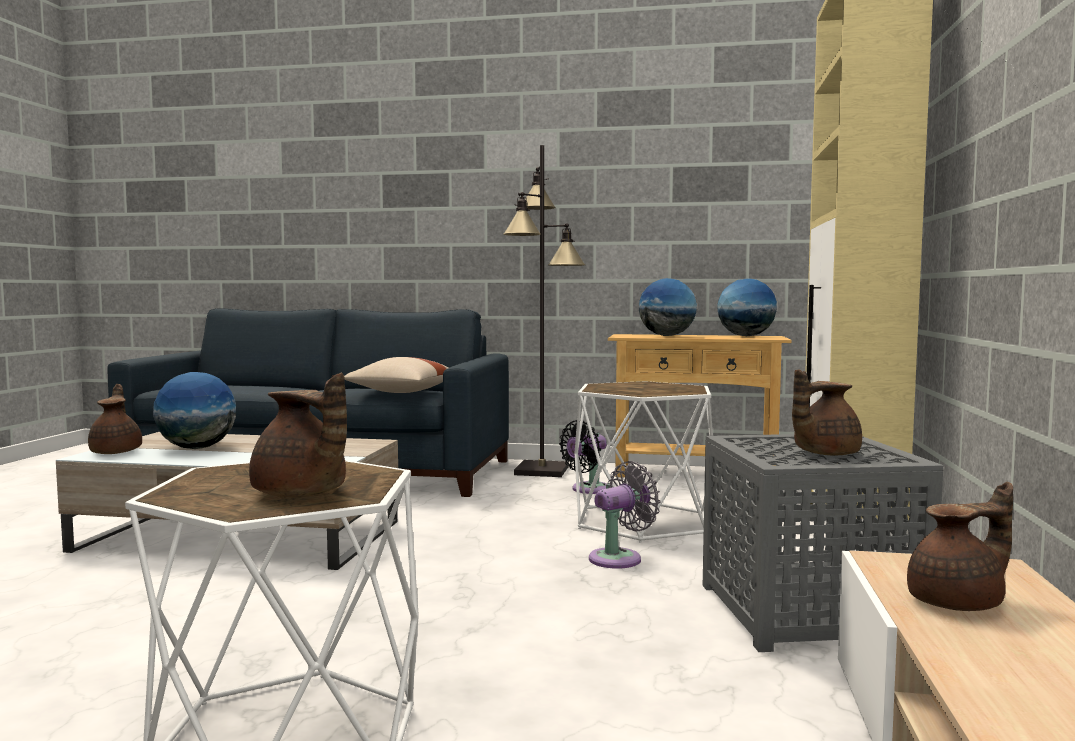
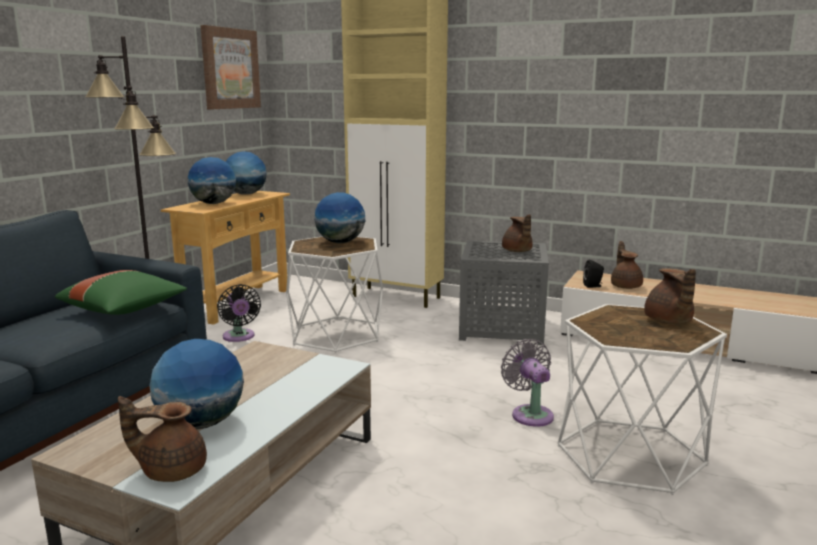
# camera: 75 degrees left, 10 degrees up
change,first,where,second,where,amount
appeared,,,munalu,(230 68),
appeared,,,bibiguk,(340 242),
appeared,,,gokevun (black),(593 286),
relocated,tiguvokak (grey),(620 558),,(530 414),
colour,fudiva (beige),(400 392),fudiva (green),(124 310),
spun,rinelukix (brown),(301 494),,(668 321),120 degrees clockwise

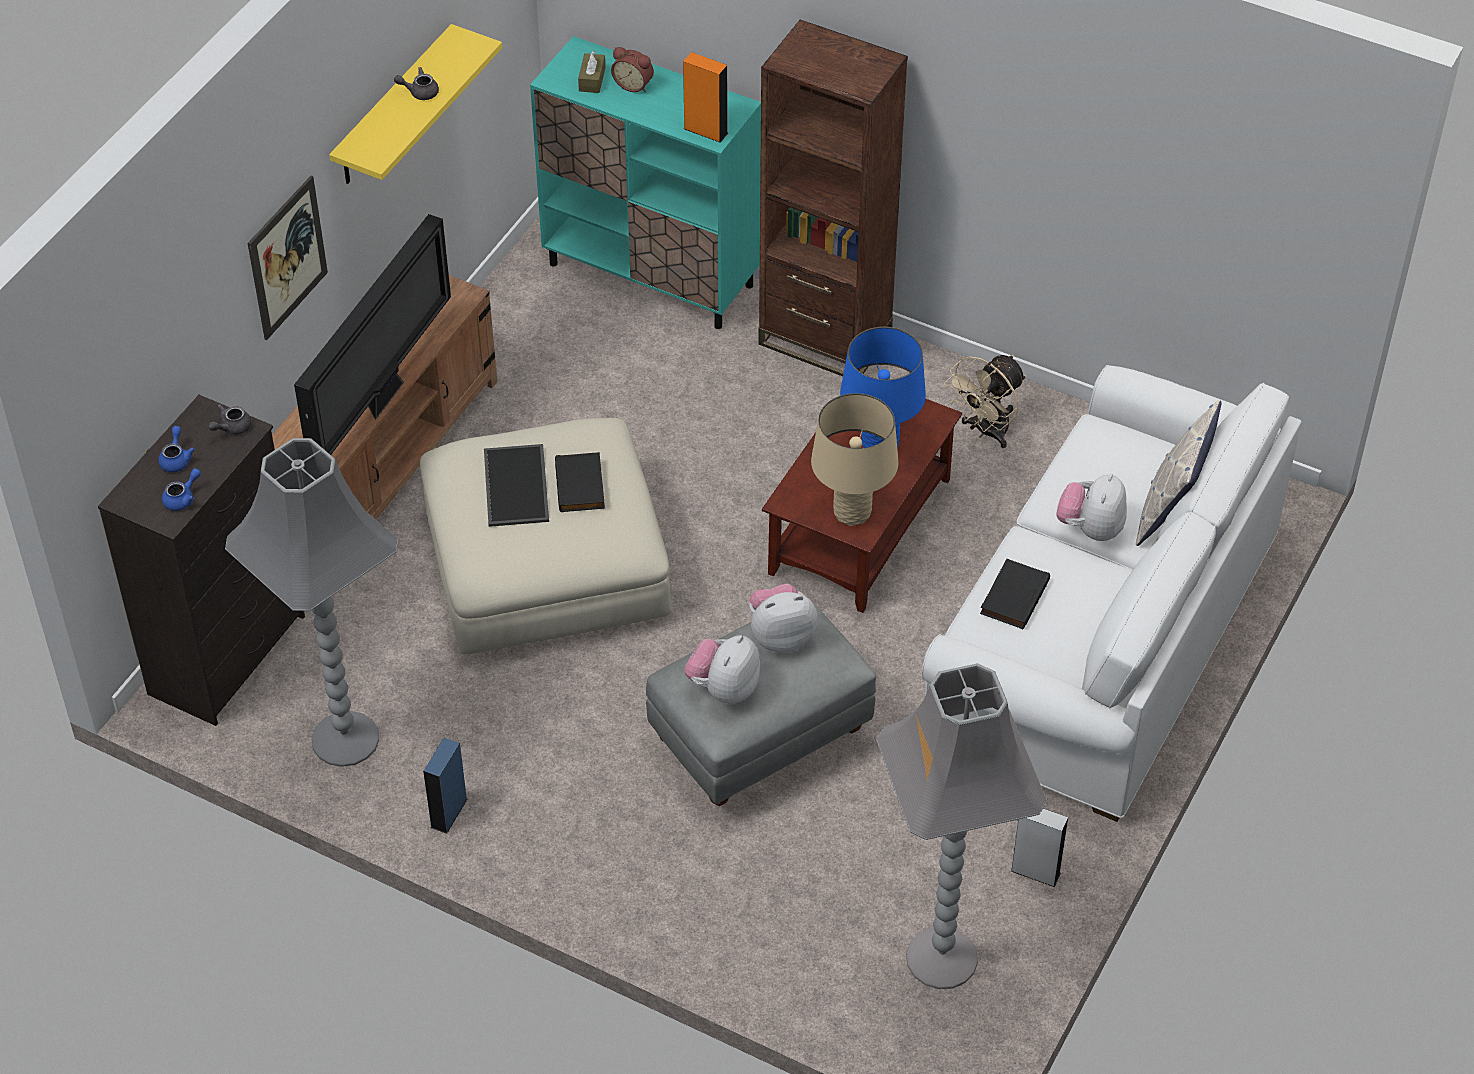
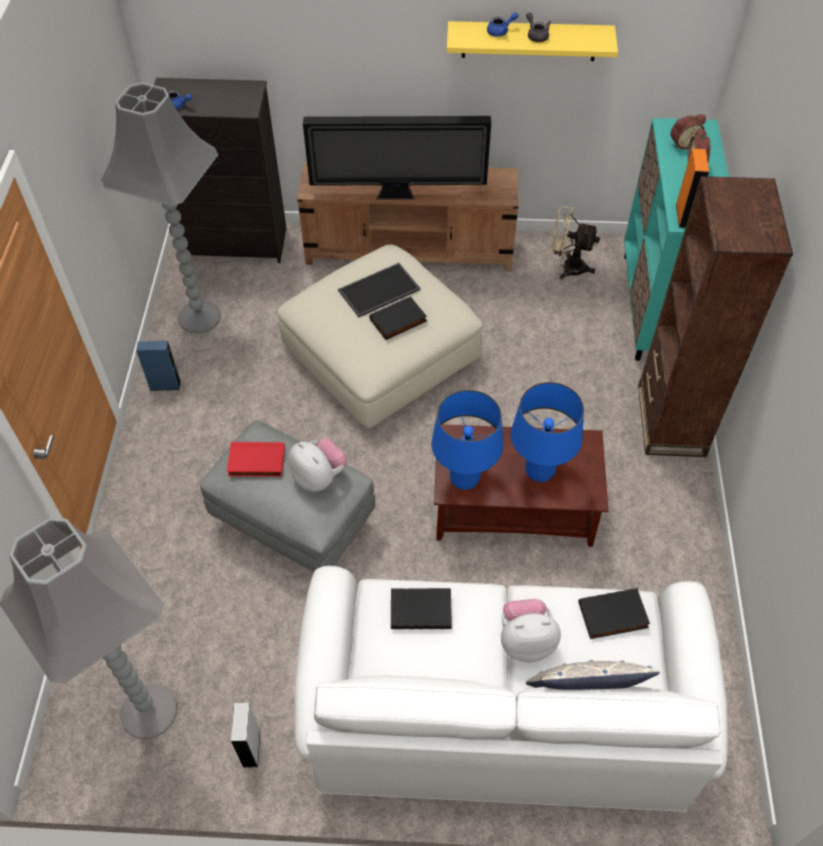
# camera: 65 degrees right, 5 degrees up
change,first,where,second,where,amount
missing,rinelukix (grey),(232 427),,,
missing,munalu,(287 257),,,
appeared,,,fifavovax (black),(613 616),
relocated,rinelukix (blue),(176 459),,(501 31),
relocated,tiguvokak (beige),(986 432),,(567 267),
exchanged,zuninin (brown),(592 79),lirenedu,(683 143),
exchanged,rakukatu,(724 688),fifavovax (red),(256 462),
colour,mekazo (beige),(852 513),mekazo (blue),(464 478),

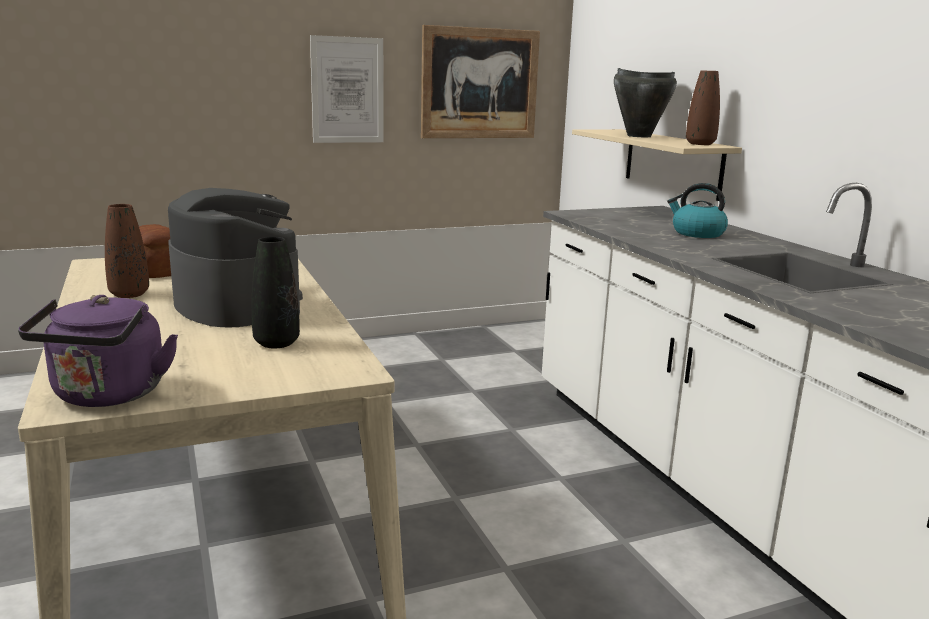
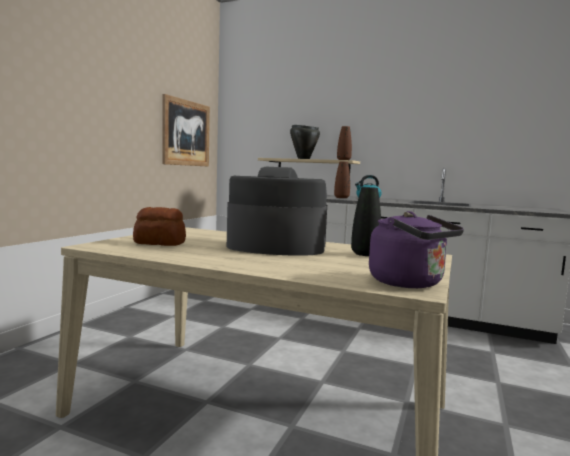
# camera: 45 degrees left, 10 degrees down
change,first,where,second,where,amount
missing,munalu,(347 90),,,
relocated,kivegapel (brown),(129 294),,(341 198),

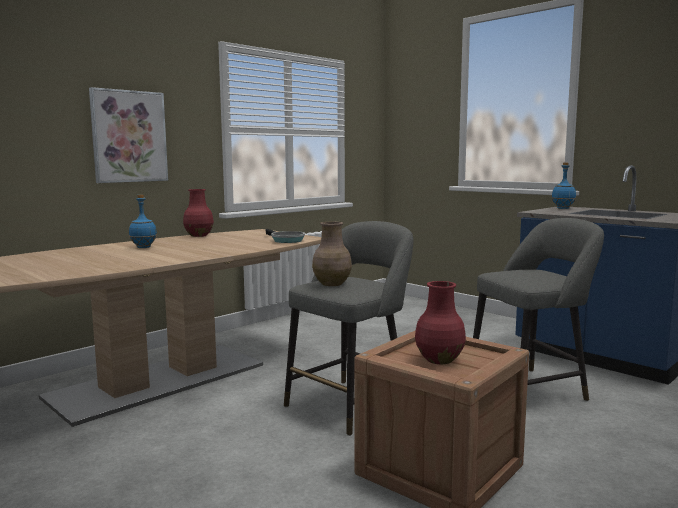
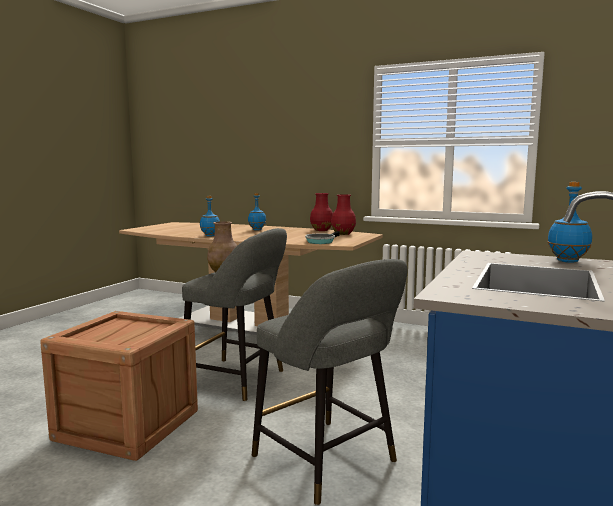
# camera: 70 degrees right, 0 degrees up
change,first,where,second,where,amount
missing,munalu,(129 136),,,
appeared,,,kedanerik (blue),(210 236),
relocated,kivegapel (red),(439 360),,(343 234),

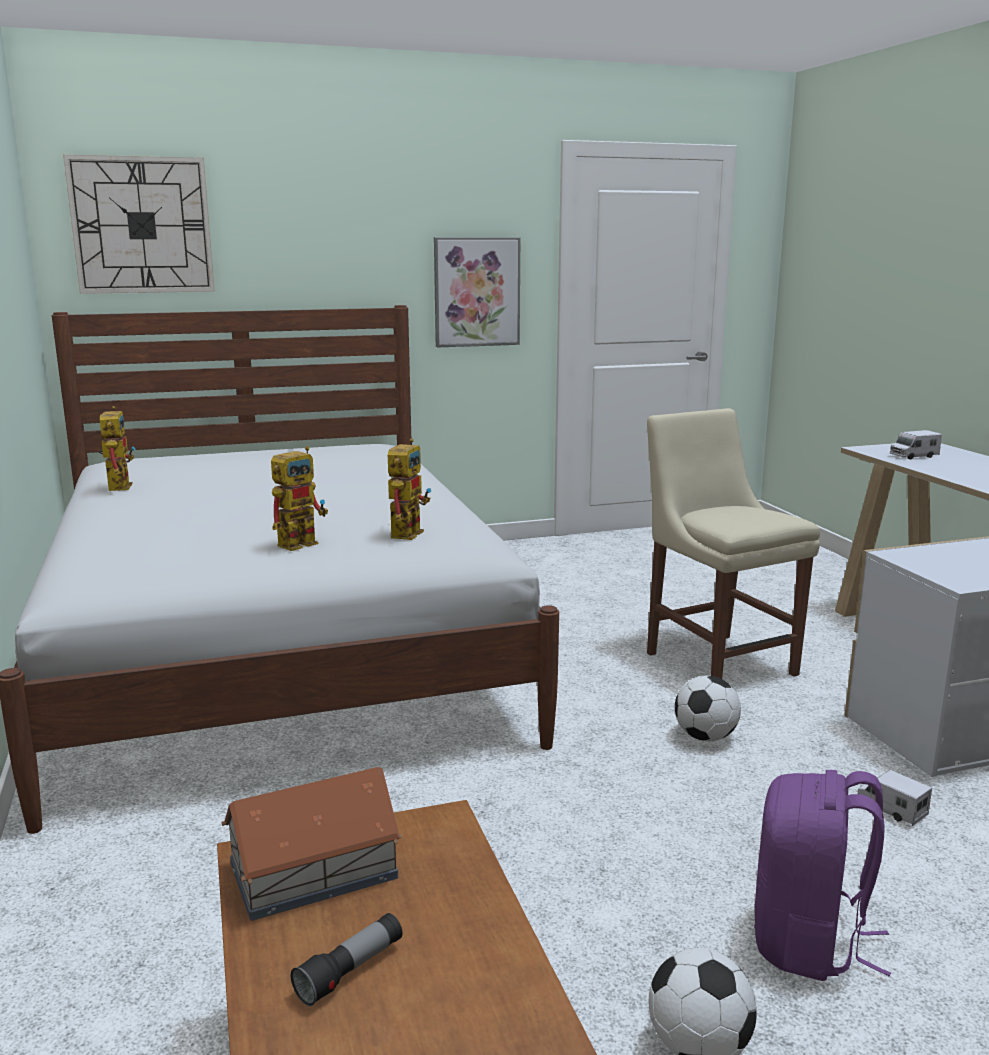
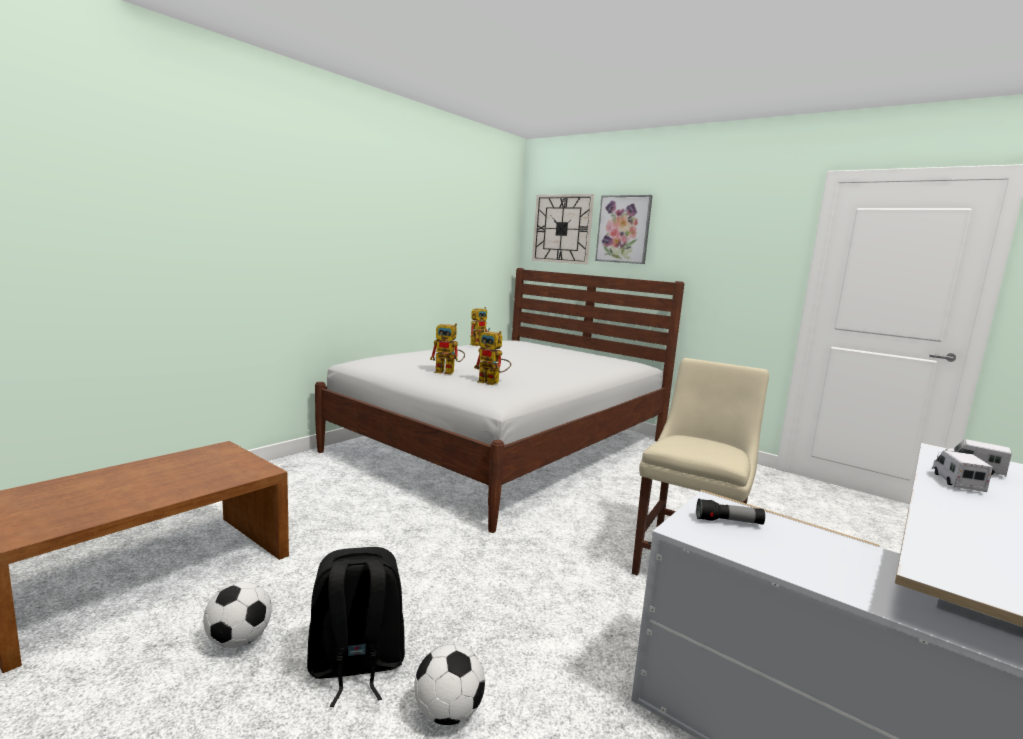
# camera: 55 degrees right, 5 degrees down
change,first,where,second,where,amount
missing,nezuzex,(315 870),,,
relocated,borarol,(350 971),,(728 522),
relocated,munalu,(476 292),,(623 229),
relocated,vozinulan,(705 737),,(448 713),
relocated,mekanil,(891 809),,(957 482),
colour,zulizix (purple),(809 942),zulizix (black),(355 667),
spun,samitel,(407 531),,(493 382),45 degrees clockwise

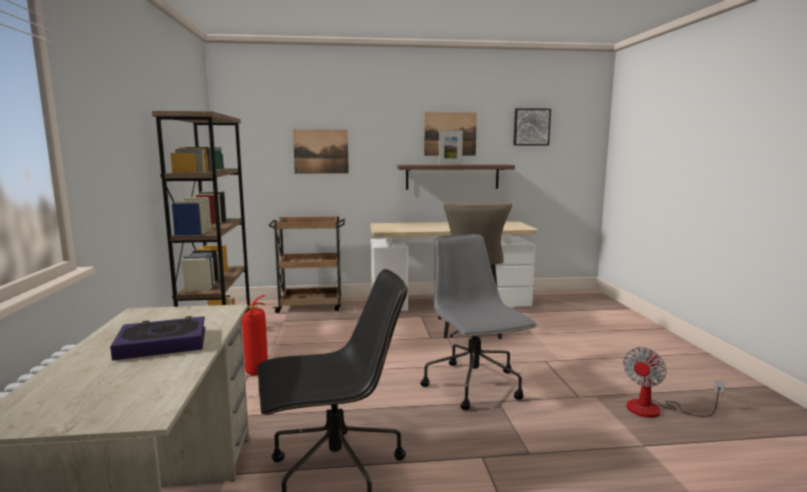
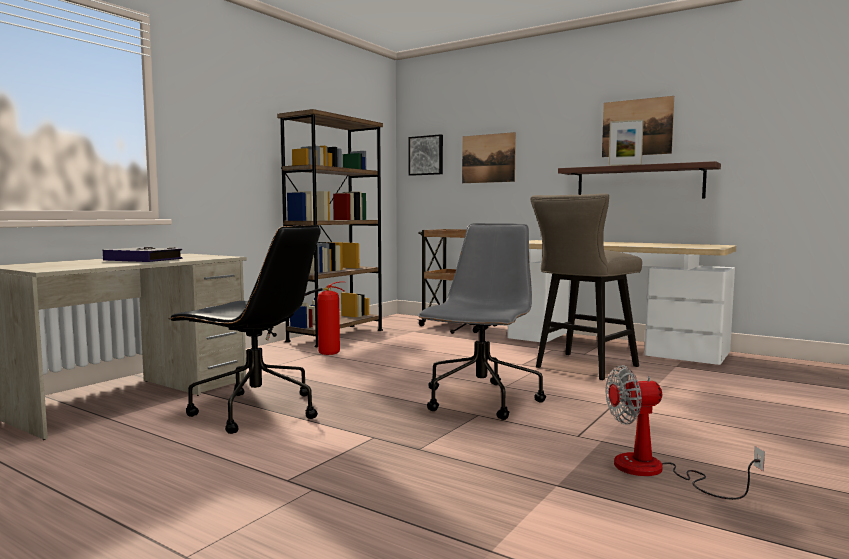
# camera: 40 degrees right, 5 degrees down
change,first,where,second,where,amount
relocated,munalu,(531 127),,(426 155),

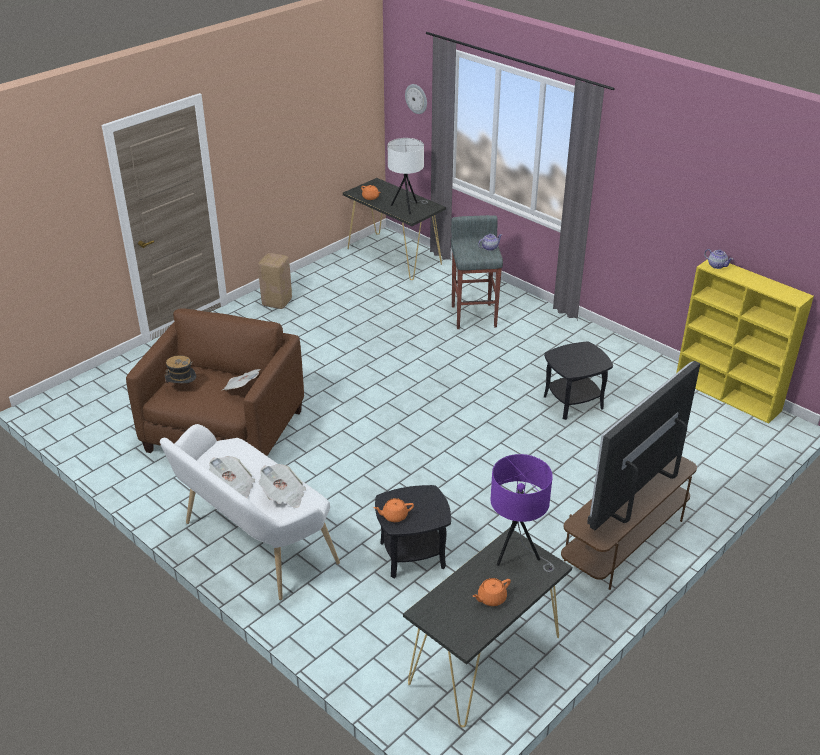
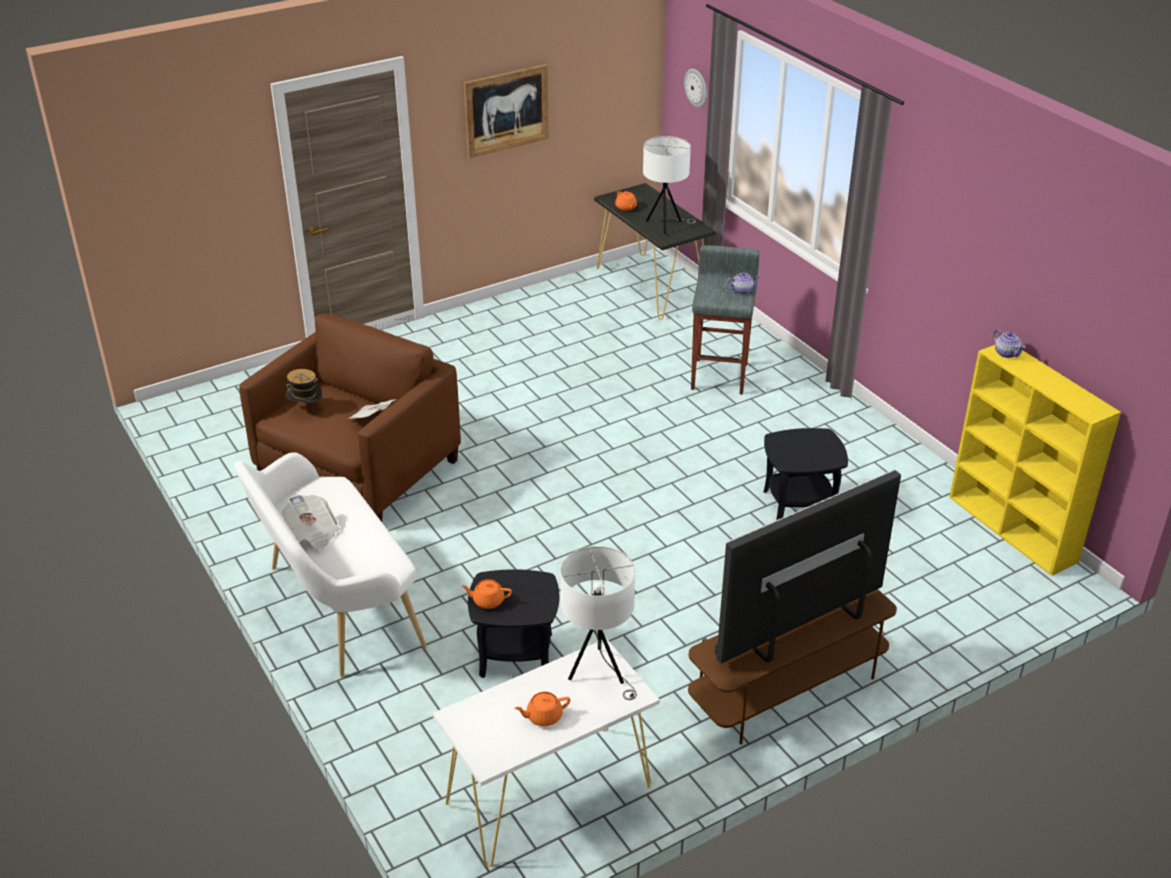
# camera: 15 degrees right, 0 degrees up
change,first,where,second,where,amount
missing,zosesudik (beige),(277 302),,,
missing,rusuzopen,(283 495),,,
appeared,,,munalu,(506 110),
colour,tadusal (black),(484 660),tadusal (white),(548 795),
colour,mekazo (purple),(517 555),mekazo (white),(599 673),

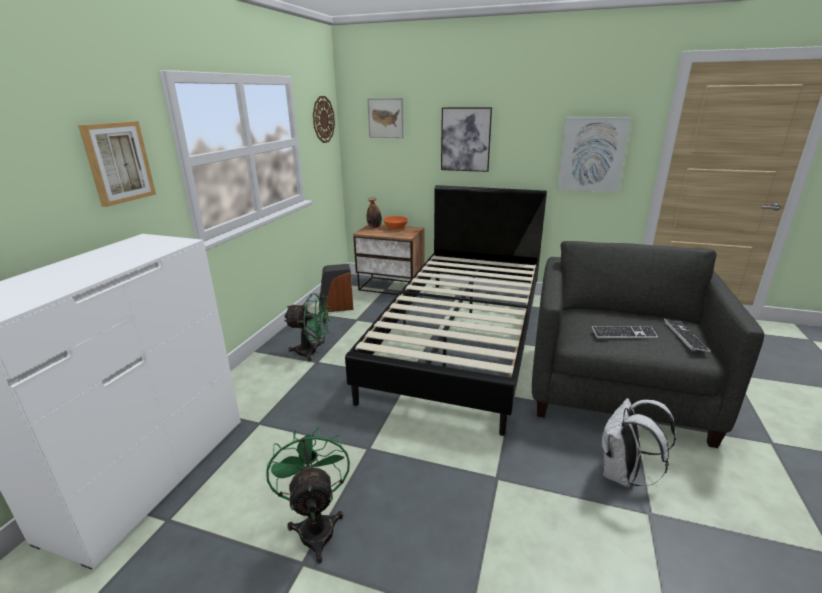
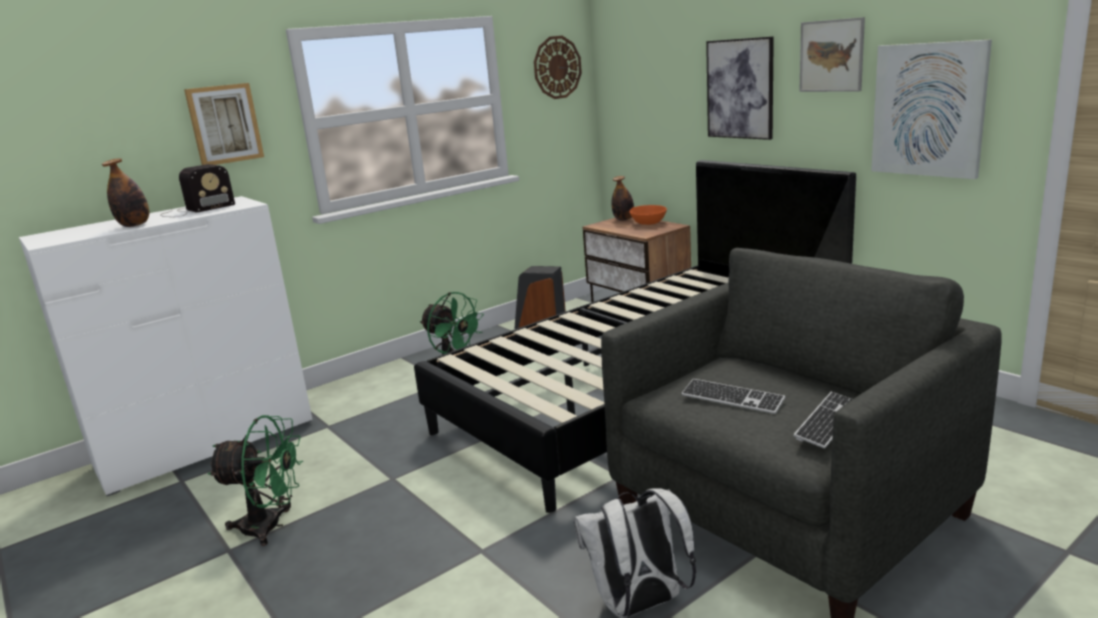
# camera: 35 degrees right, 5 degrees down
change,first,where,second,where,amount
appeared,,,kedanerik,(134 225),
appeared,,,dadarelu,(195 210),
relocated,munalu,(386 118),,(831 56),
spun,tiguvokak (green),(316 525),,(271 526),75 degrees clockwise

